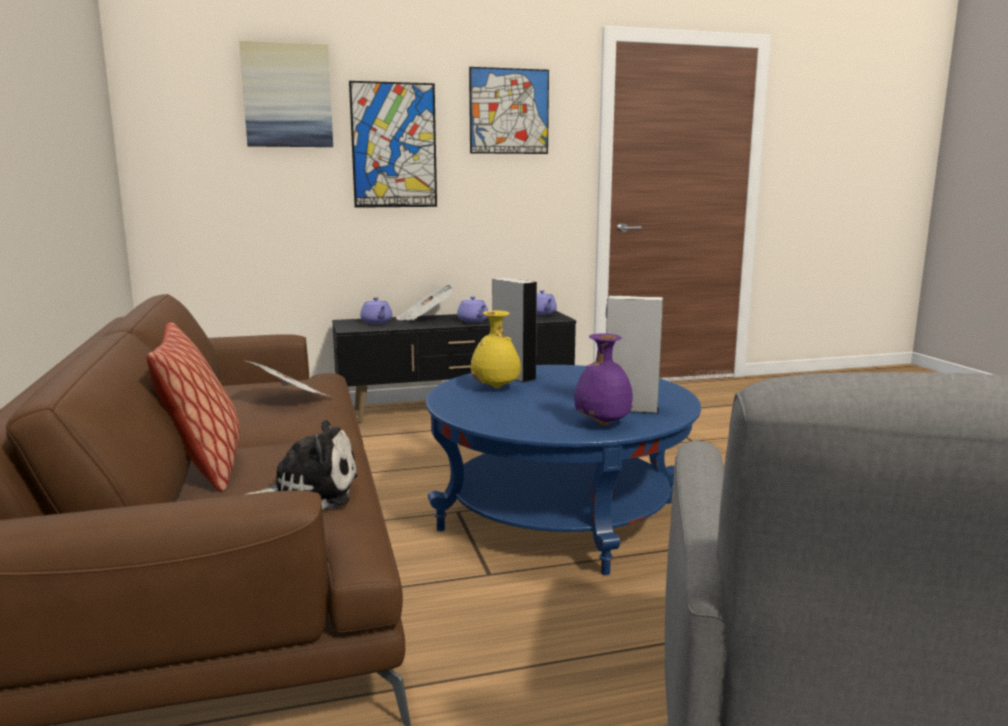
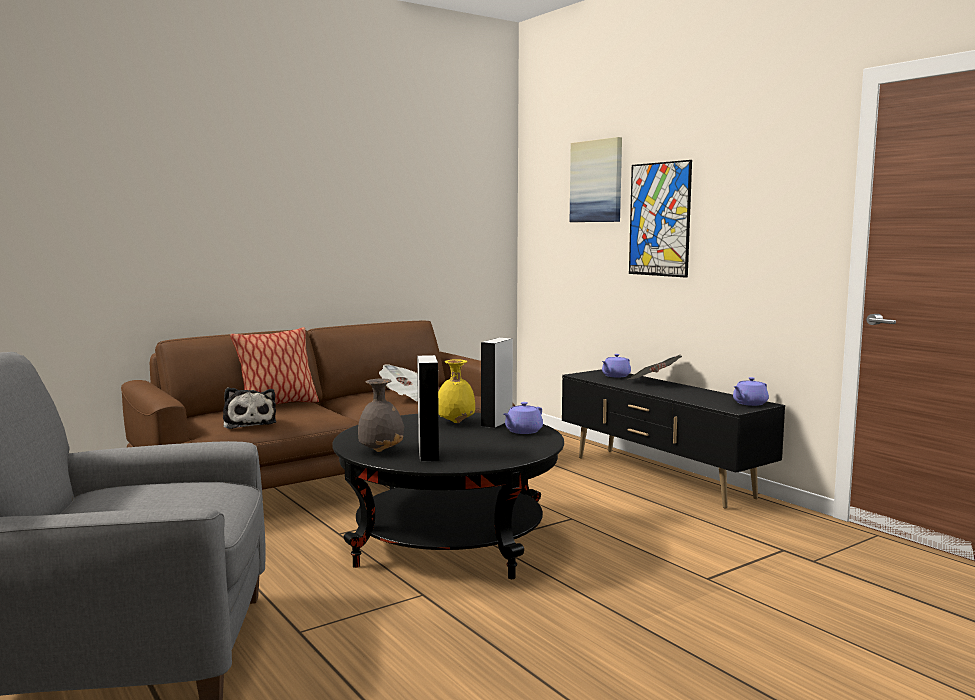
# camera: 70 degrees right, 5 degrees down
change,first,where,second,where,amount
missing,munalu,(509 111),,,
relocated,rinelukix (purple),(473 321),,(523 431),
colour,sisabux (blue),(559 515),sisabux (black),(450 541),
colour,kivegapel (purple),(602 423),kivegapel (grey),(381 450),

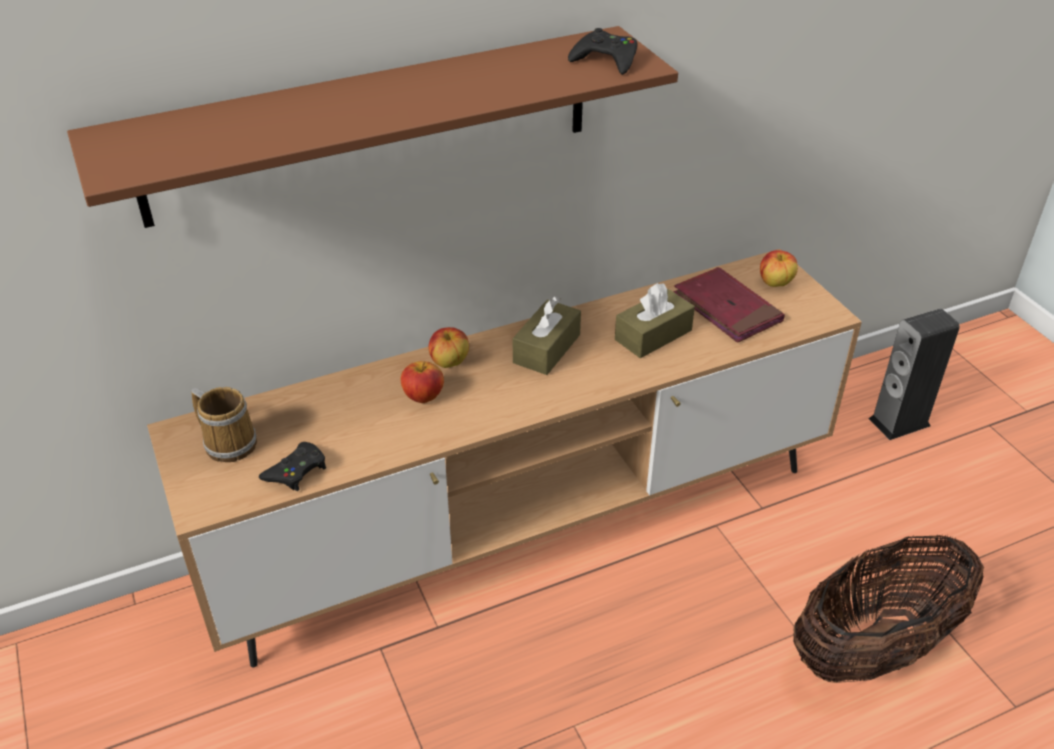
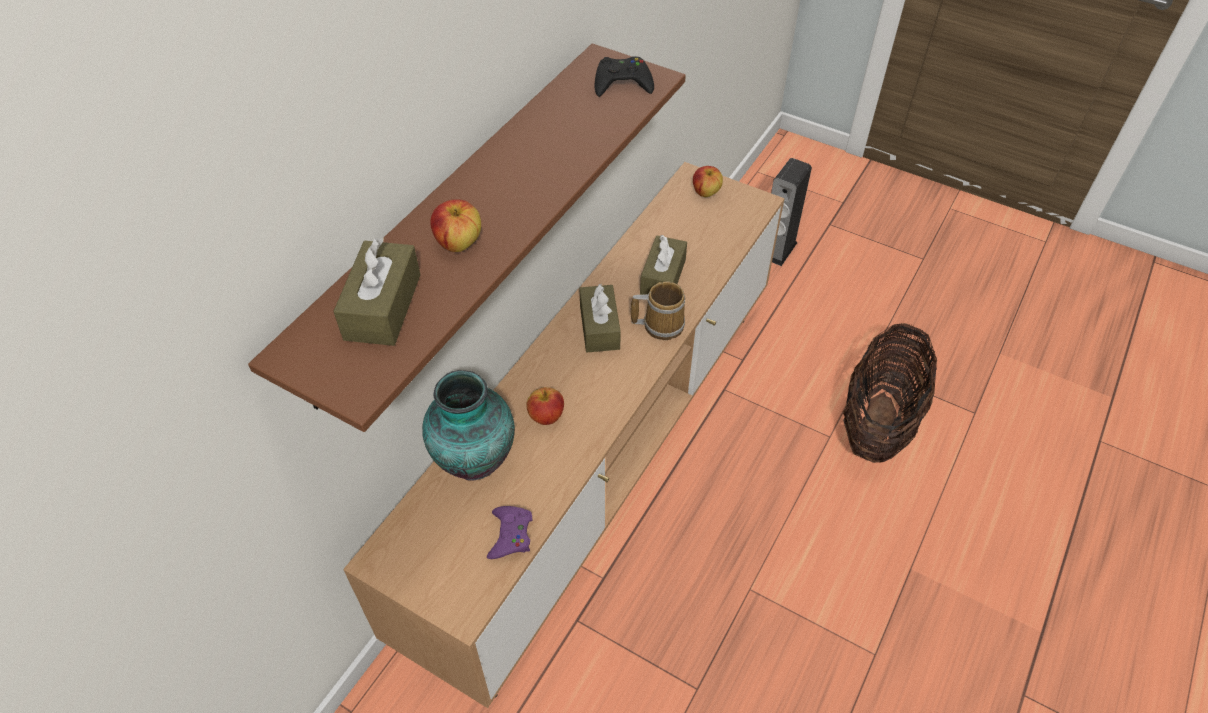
# camera: 35 degrees left, 10 degrees up
change,first,where,second,where,amount
missing,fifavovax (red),(727 308),,,
appeared,,,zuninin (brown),(383 307),
appeared,,,kivegapel,(473 459),
relocated,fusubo,(229 442),,(660 324),
relocated,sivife,(449 362),,(458 243),
colour,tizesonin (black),(296 471),tizesonin (purple),(510 535),

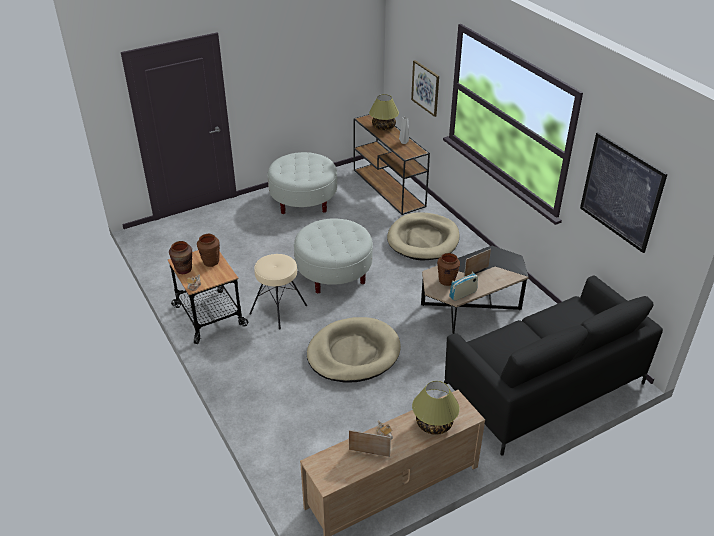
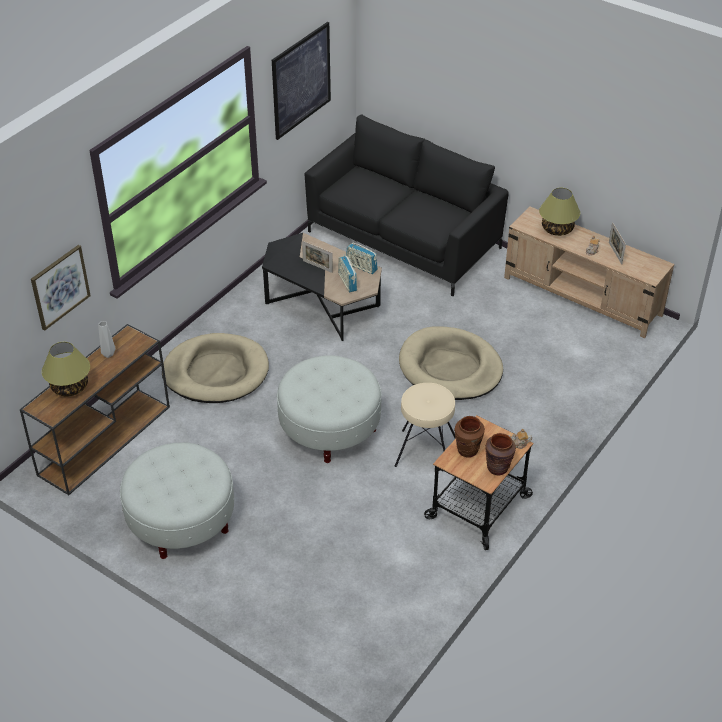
# camera: 115 degrees left, 5 degrees up
change,first,where,second,where,amount
exchanged,kivegapel (brown),(446 281),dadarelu,(347 282),

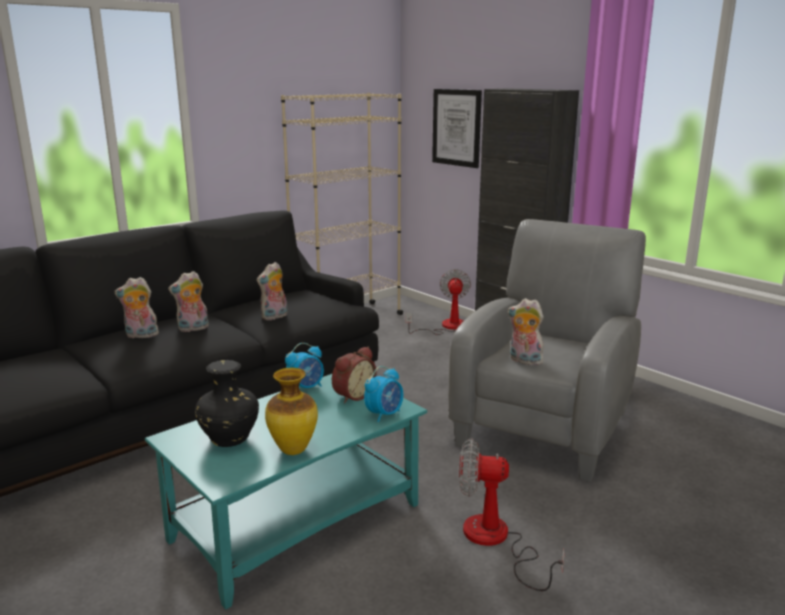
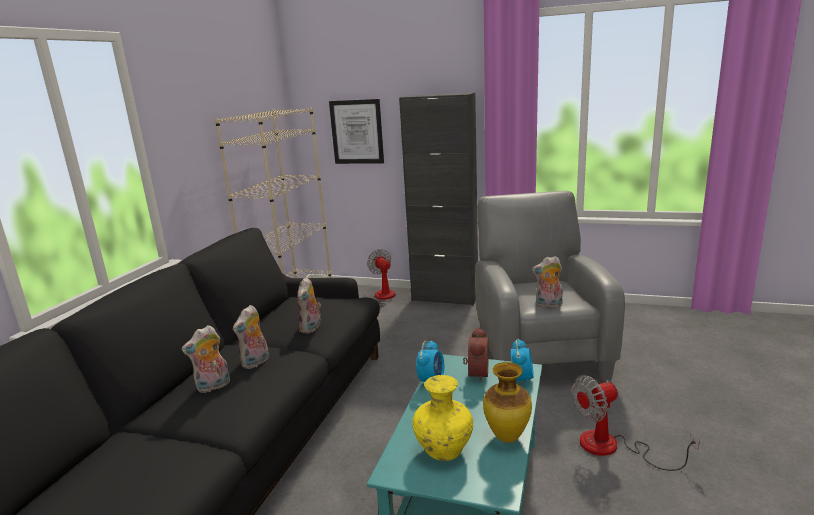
# camera: 30 degrees left, 0 degrees up
change,first,where,second,where,amount
colour,kivegapel (black),(230 439),kivegapel (yellow),(444 450),

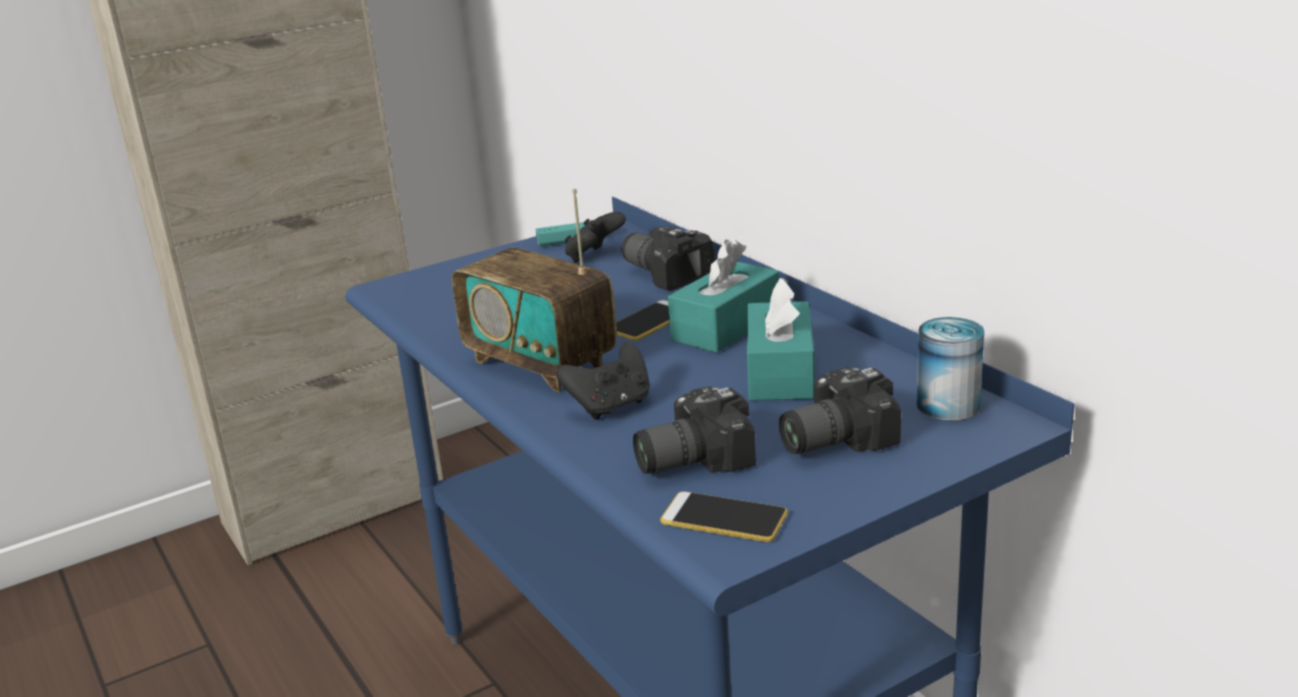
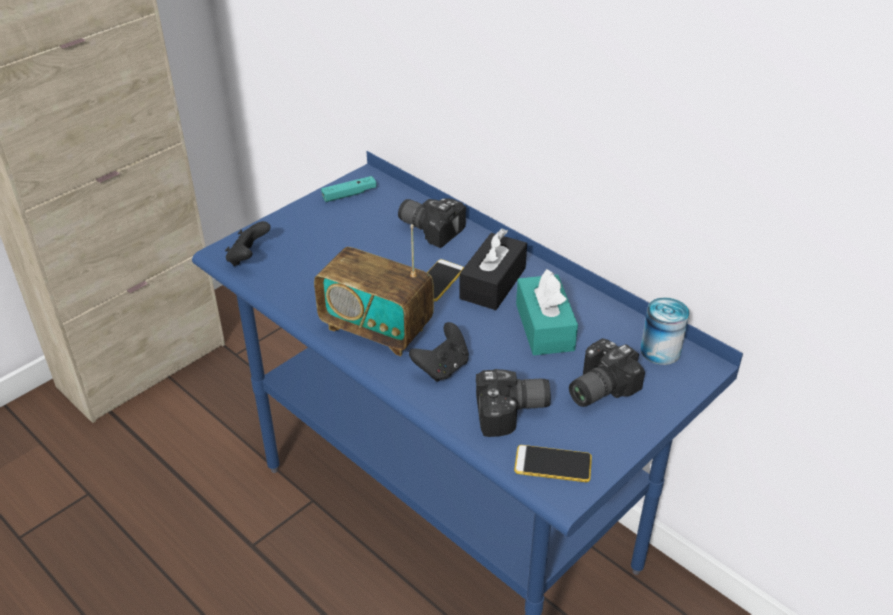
# camera: 15 degrees left, 15 degrees up
change,first,where,second,where,amount
relocated,tizesonin (black),(594 257),,(248 258),
colour,zuninin (turquoise),(726 327),zuninin (black),(493 283),
spun,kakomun,(689 459),,(512 413),150 degrees counterclockwise

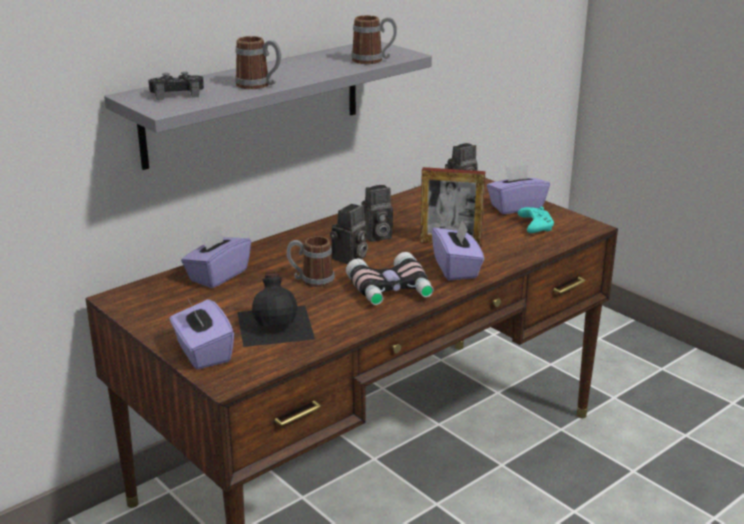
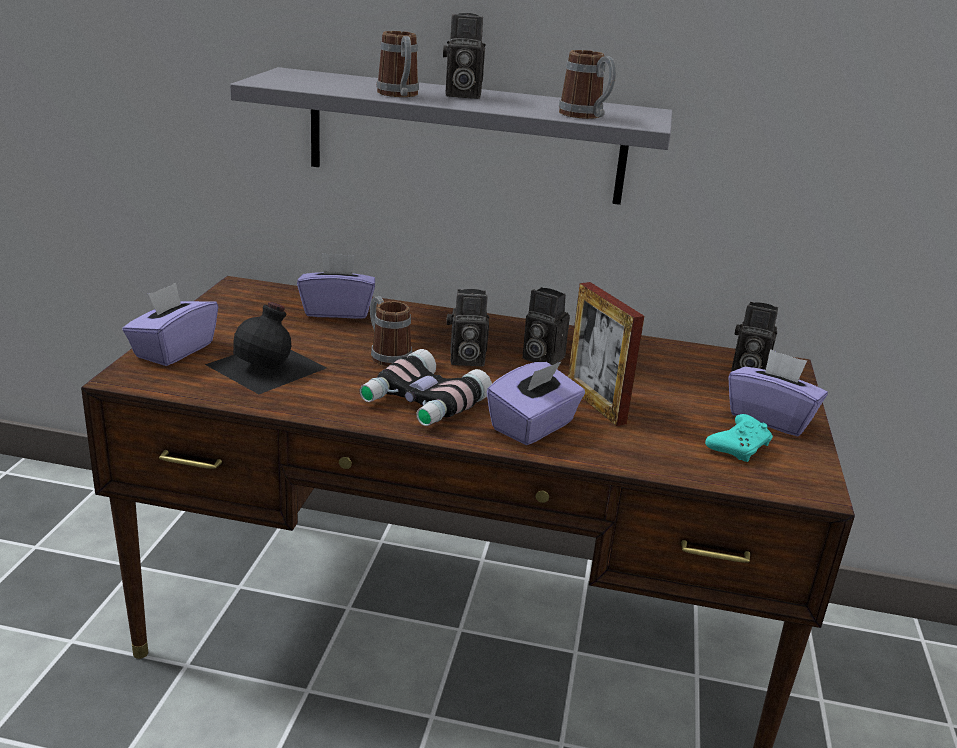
# camera: 50 degrees right, 0 degrees up
change,first,where,second,where,amount
missing,tizesonin (black),(177 94),,,
appeared,,,kakomun,(460 95),

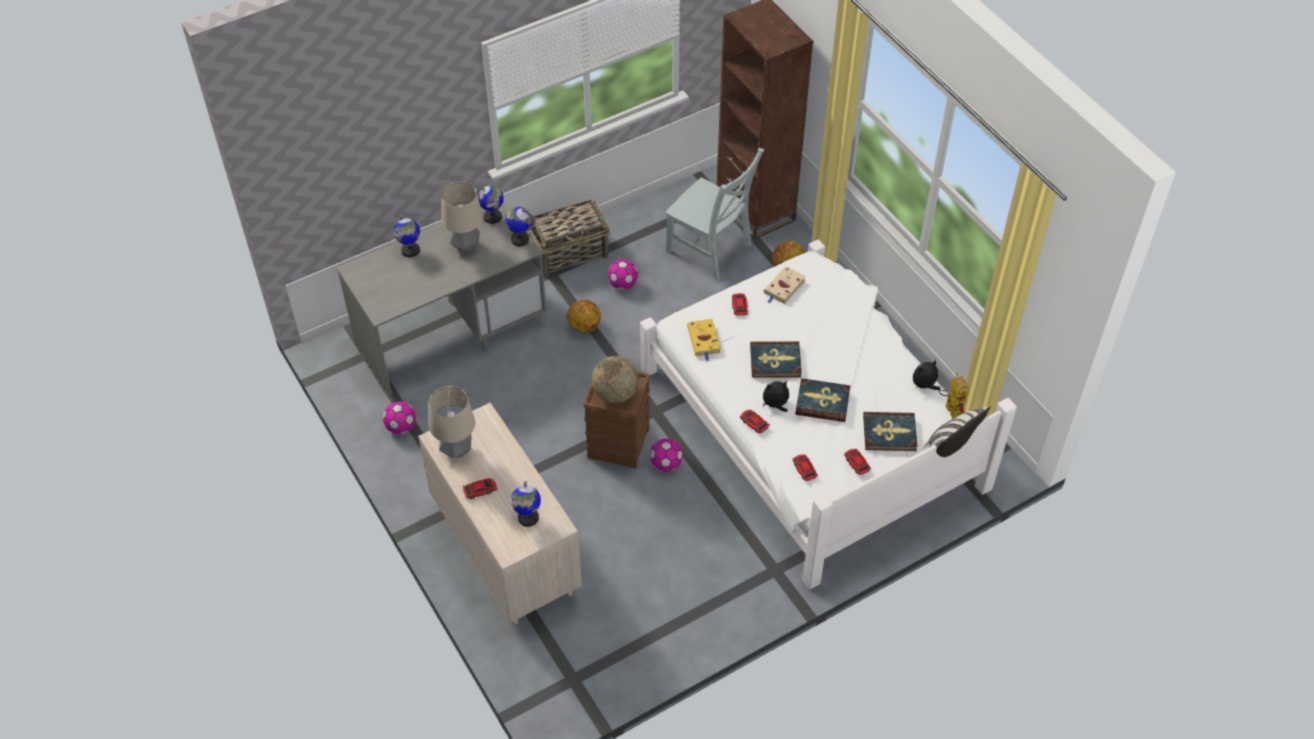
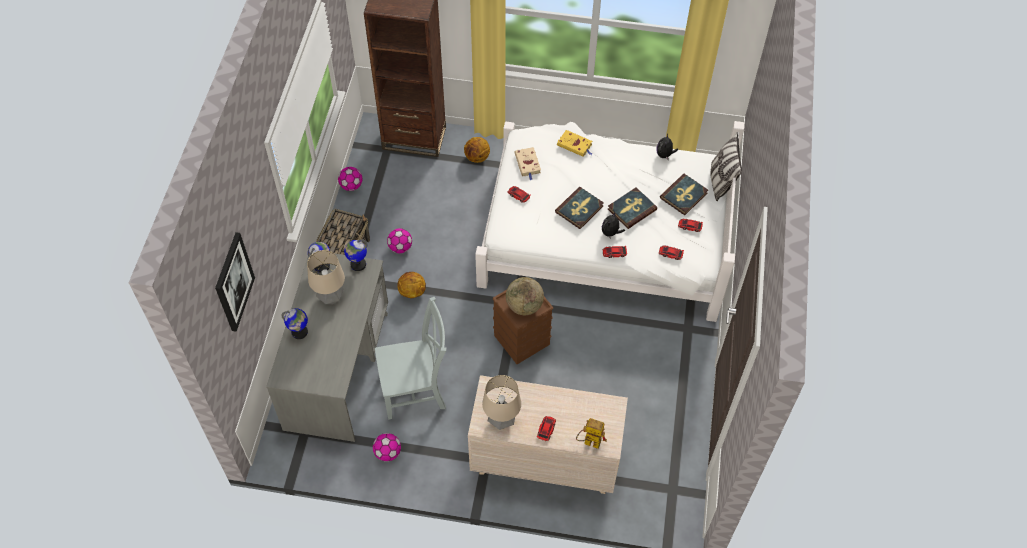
# camera: 50 degrees left, 5 degrees up
change,first,where,second,where,amount
missing,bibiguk,(528 518),,,
appeared,,,munalu,(233 282),
relocated,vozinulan,(666 464),,(351 186),
relocated,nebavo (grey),(711 250),,(416 390),
relocated,fifavovax (yellow),(704 340),,(575 145),
relocated,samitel,(950 408),,(588 442),

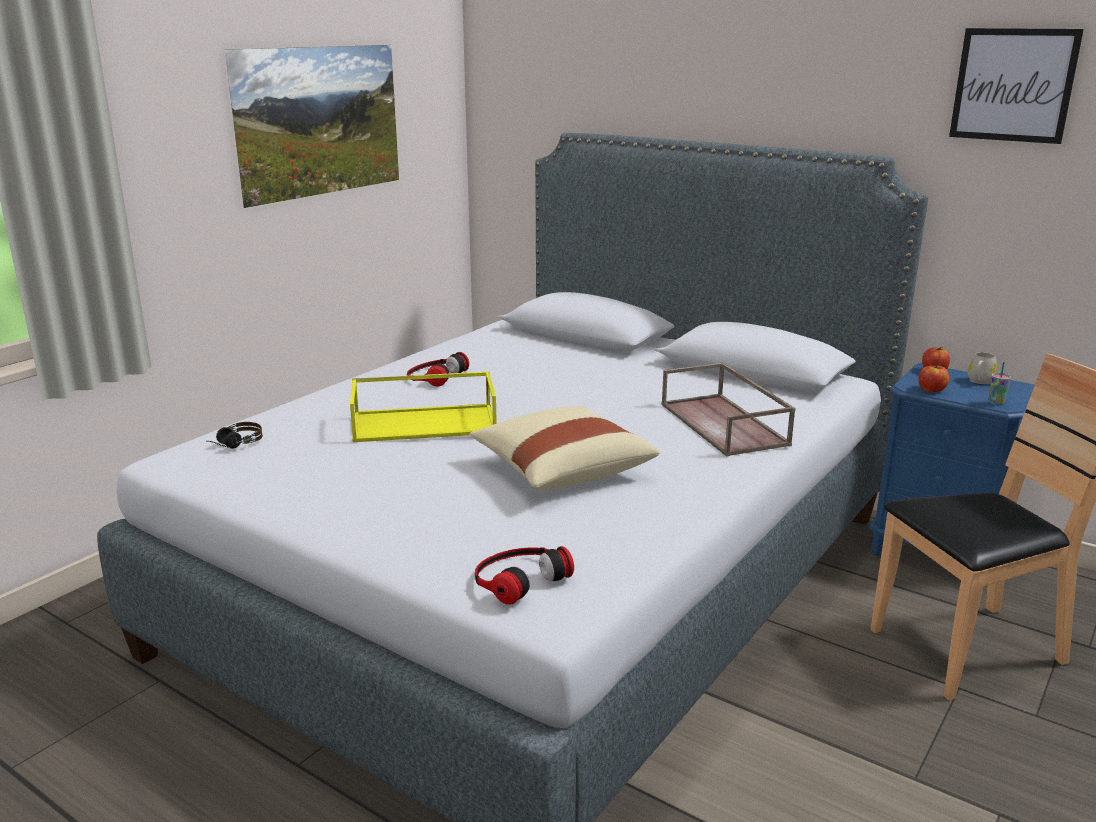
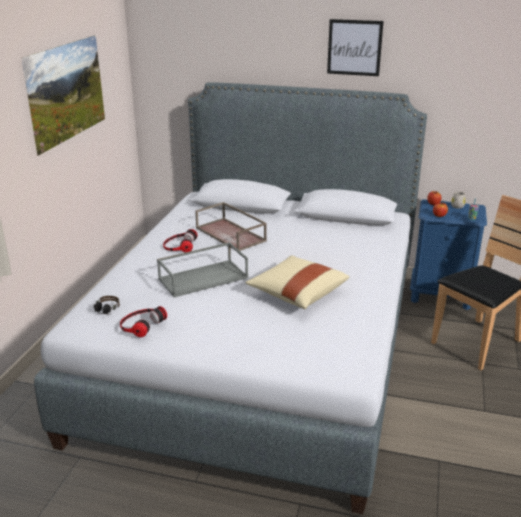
# camera: 20 degrees left, 5 degrees up
change,first,where,second,where,amount
relocated,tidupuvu,(518 578),,(141 324),
relocated,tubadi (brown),(725 424),,(231 234),
relocated,munalu,(1013 85),,(354 47),
colour,tubadi (yellow),(426 423),tubadi (grey),(203 278),

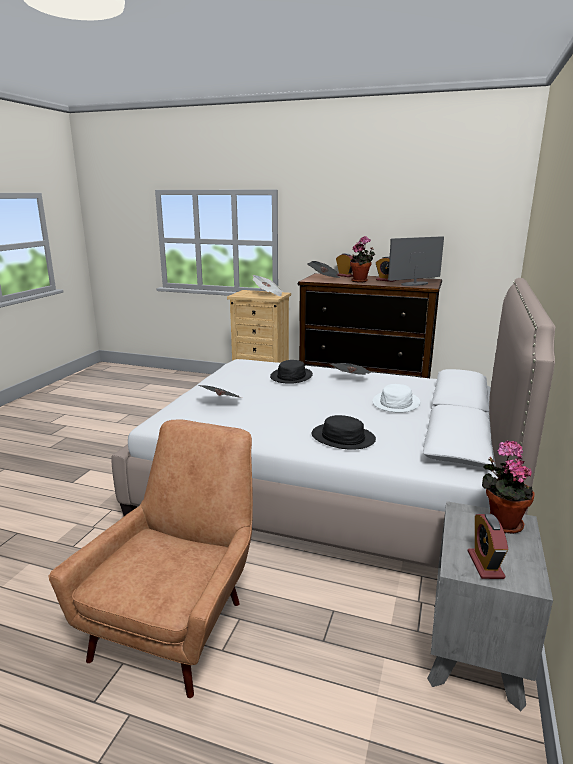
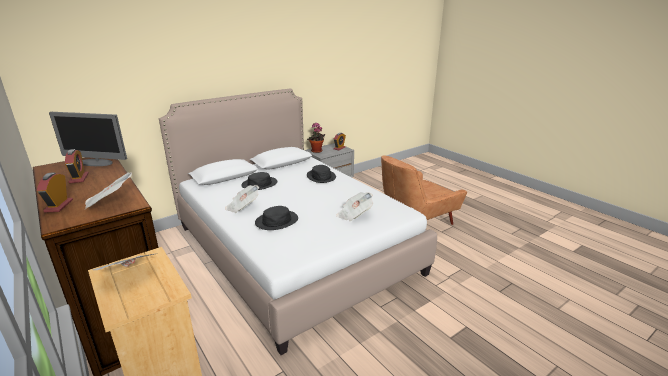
# camera: 145 degrees left, 5 degrees up
change,first,where,second,where,amount
missing,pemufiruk,(361 281),,,
colour,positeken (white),(396 403),positeken (black),(259 184),

